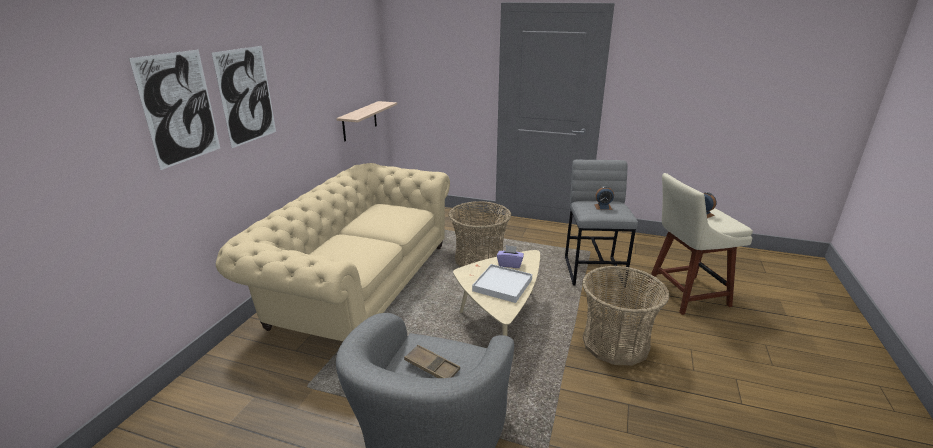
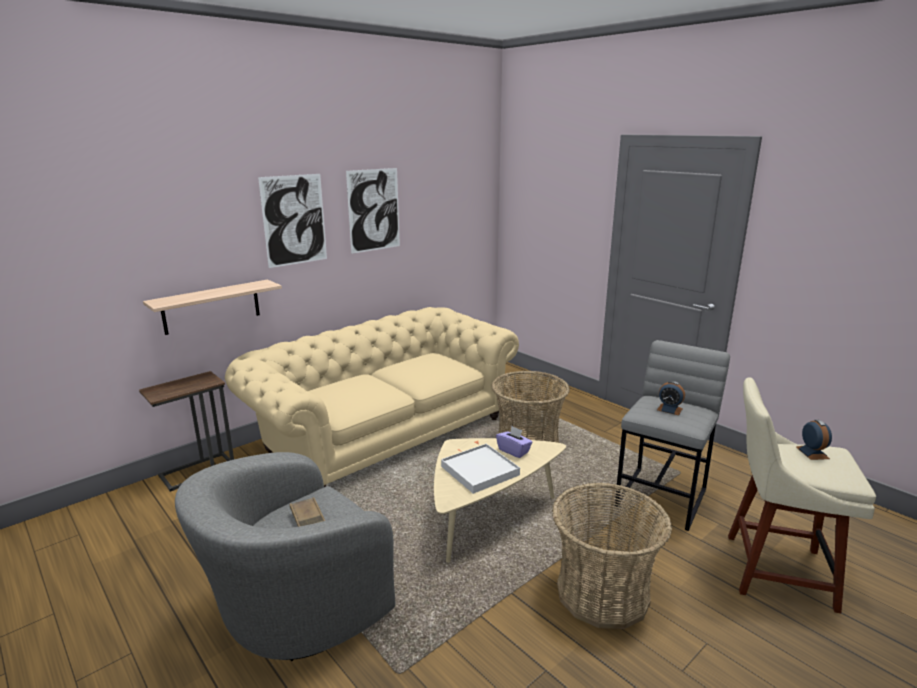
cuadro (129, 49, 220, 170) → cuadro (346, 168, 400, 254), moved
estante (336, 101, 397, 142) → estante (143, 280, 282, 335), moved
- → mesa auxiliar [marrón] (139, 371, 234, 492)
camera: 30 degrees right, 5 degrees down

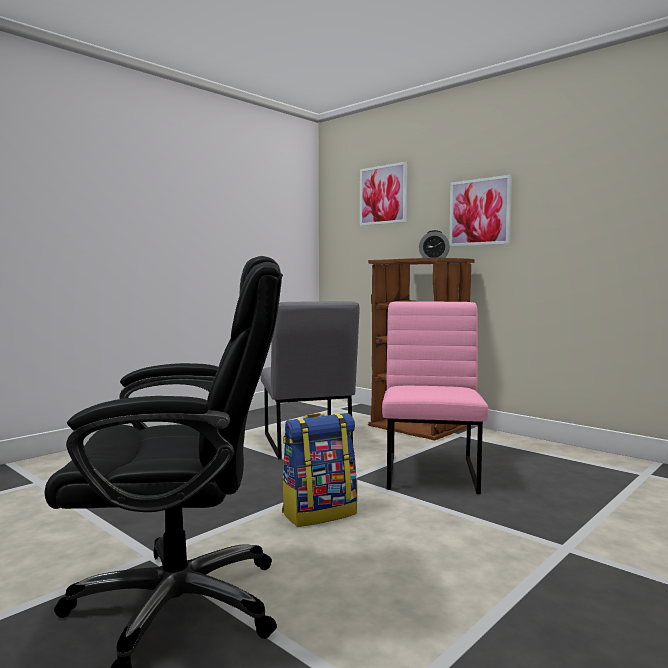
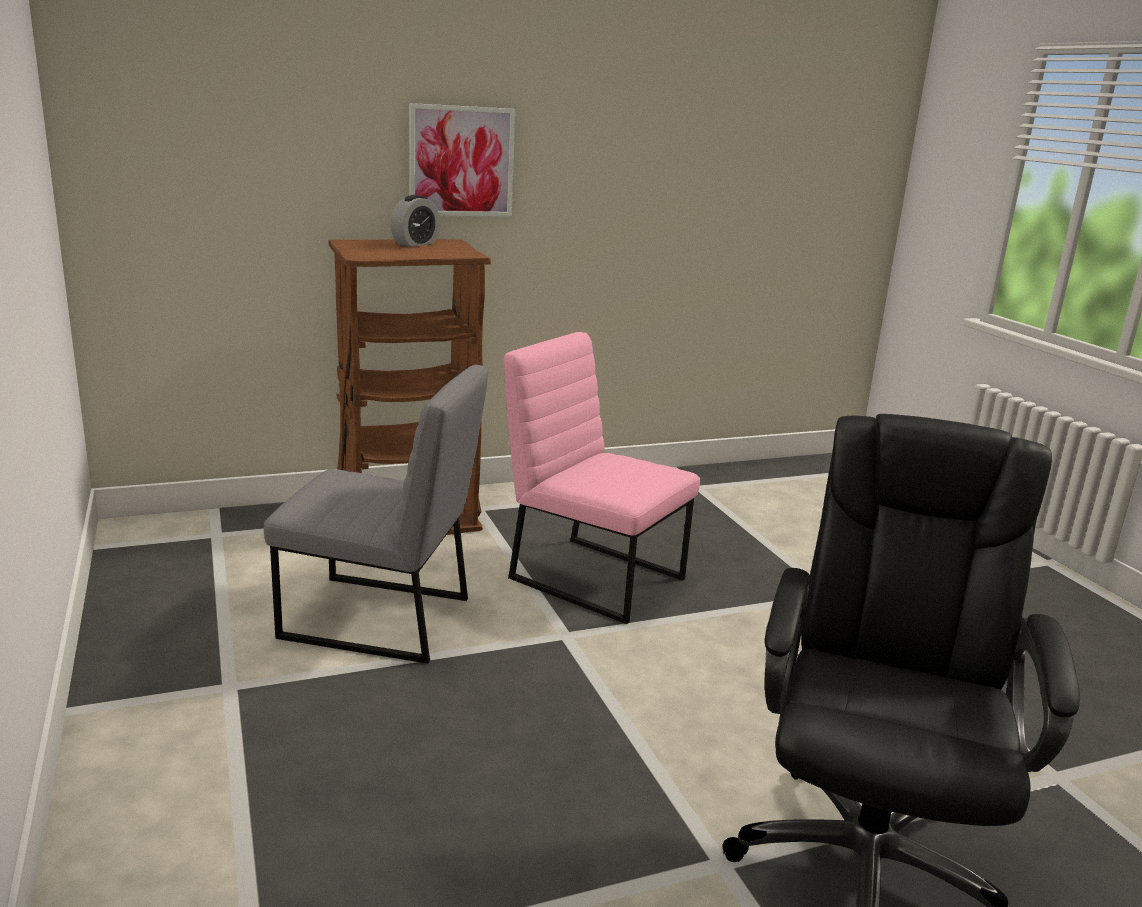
mochila (282, 413, 357, 527) → -
cuadro (360, 162, 407, 226) → -
camera: 65 degrees left, 15 degrees up

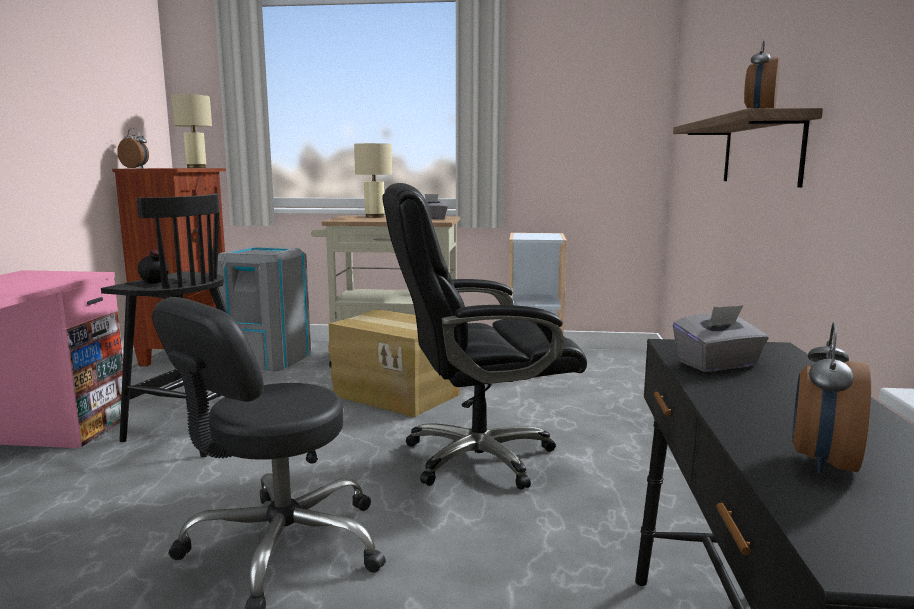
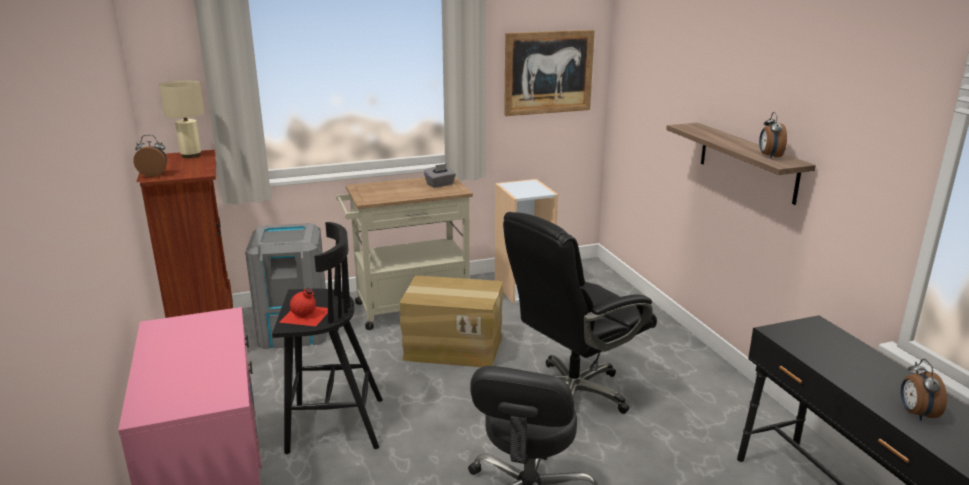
botella [negro] (124, 249, 185, 288) → botella [rojo] (279, 288, 328, 326)
lámpara de mesa [beis] (354, 143, 392, 218) → -
caja de pañuelos [gris] (673, 305, 769, 372) → -
- → cuadro (504, 30, 595, 116)
camera: 25 degrees left, 10 degrees up

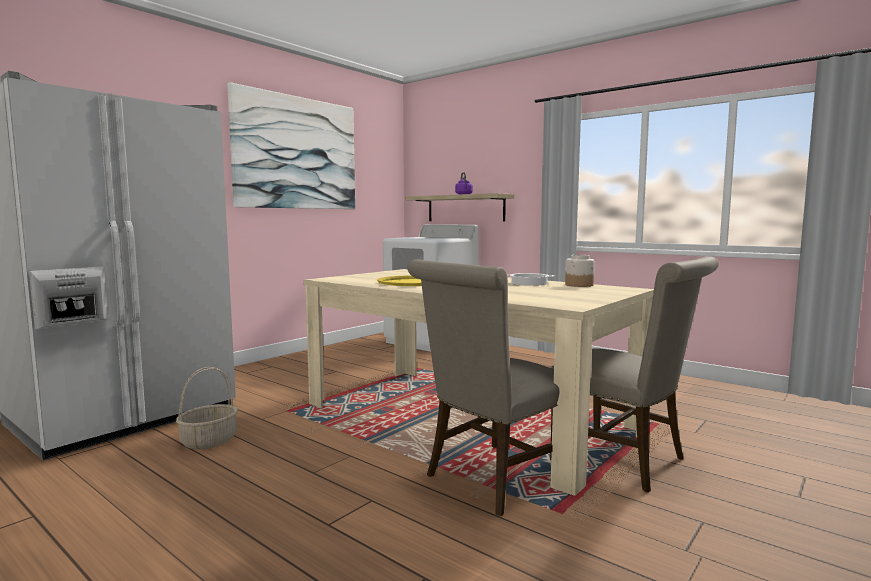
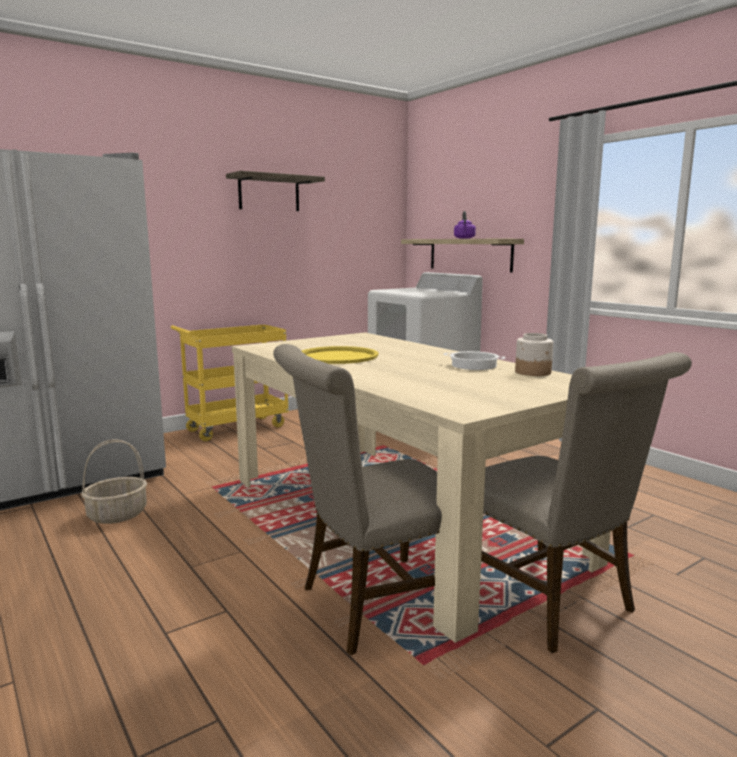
cuadro (227, 82, 355, 209) → estante (226, 171, 325, 211)
- → carrito [amarillo] (171, 325, 288, 441)
camera: 15 degrees right, 5 degrees up

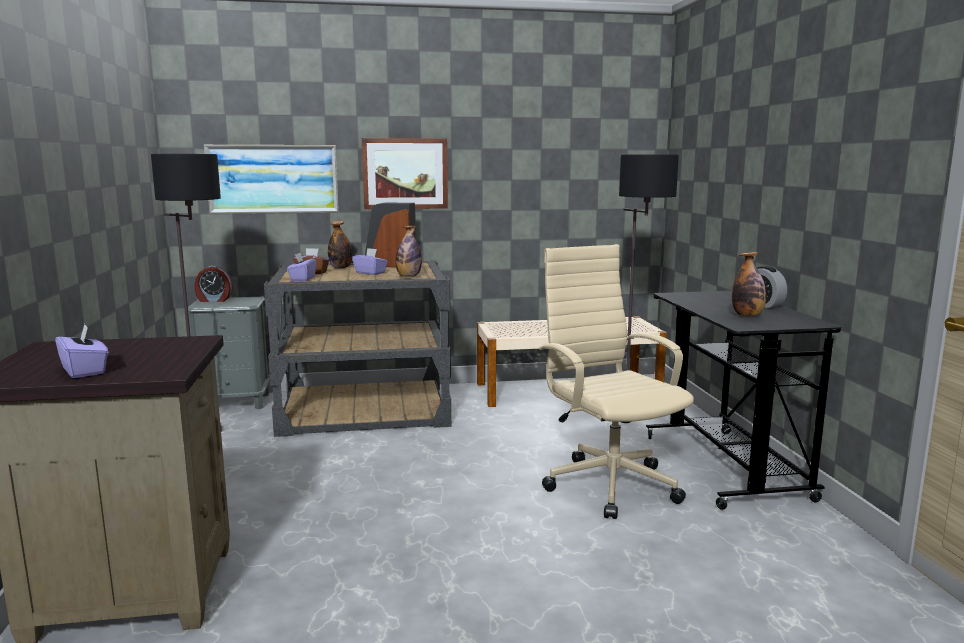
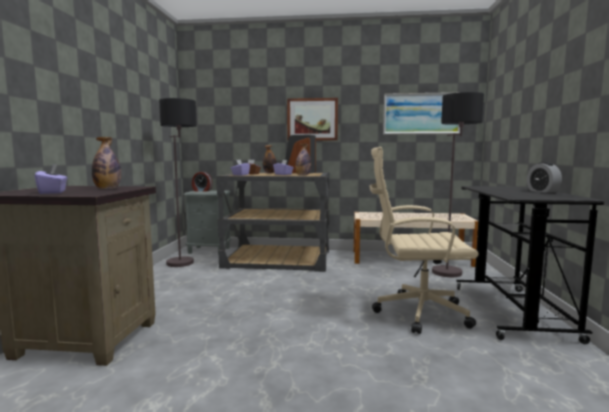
cuadro (204, 145, 339, 214) → cuadro (383, 92, 460, 134), moved
silla de oficina [beis] (539, 244, 694, 519) → silla de oficina [beis] (369, 147, 478, 334), 75 degrees counterclockwise
botella (732, 252, 766, 316) → botella (92, 137, 121, 189), moved
camera: 15 degrees right, 5 degrees down

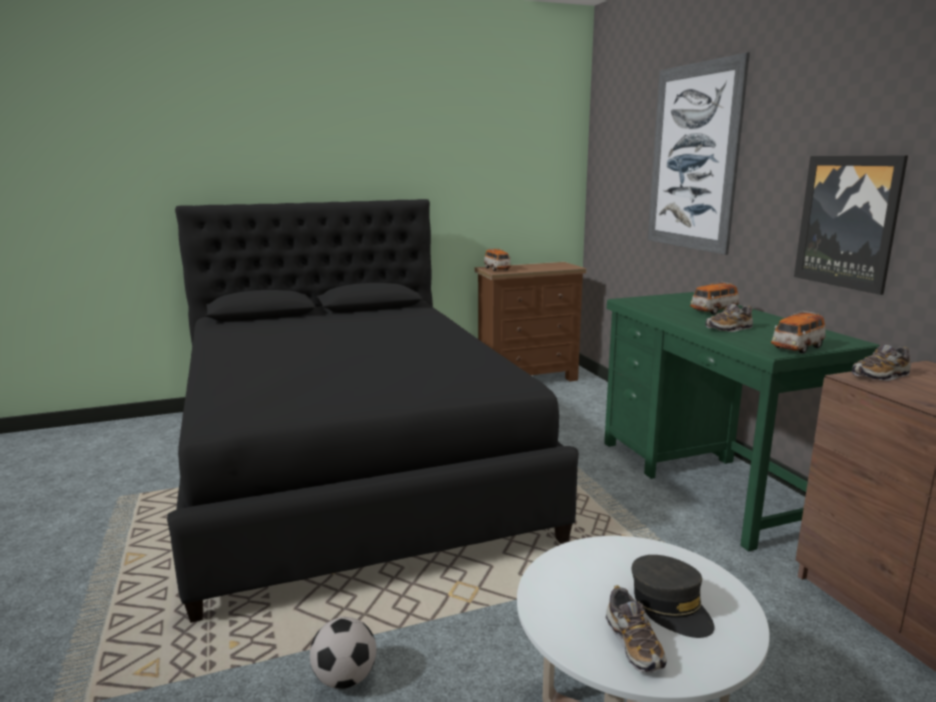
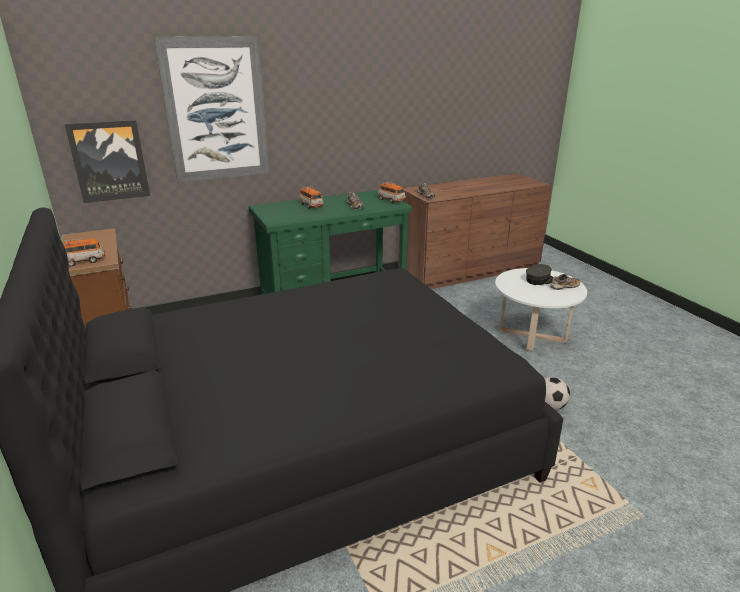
cuadro (794, 155, 908, 295) → cuadro (65, 120, 150, 203), moved
camera: 95 degrees left, 10 degrees up

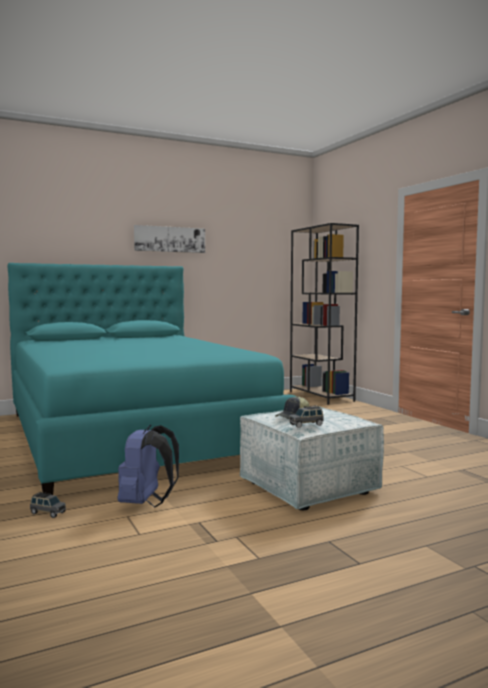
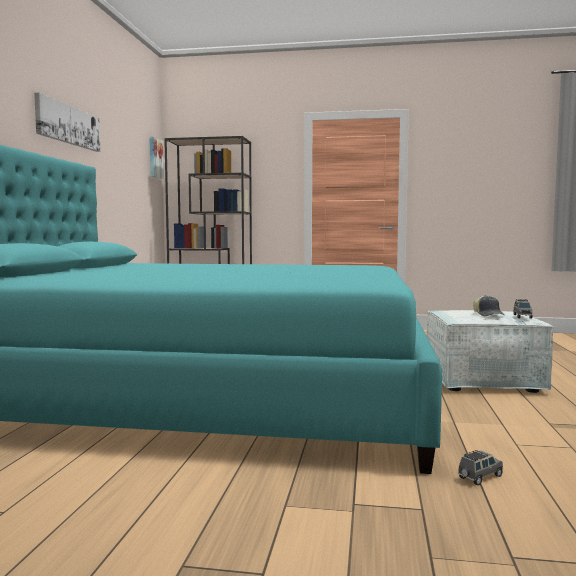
mochila [azul] (117, 424, 179, 507) → -
- → cuadro (149, 136, 164, 179)
camera: 55 degrees left, 0 degrees up

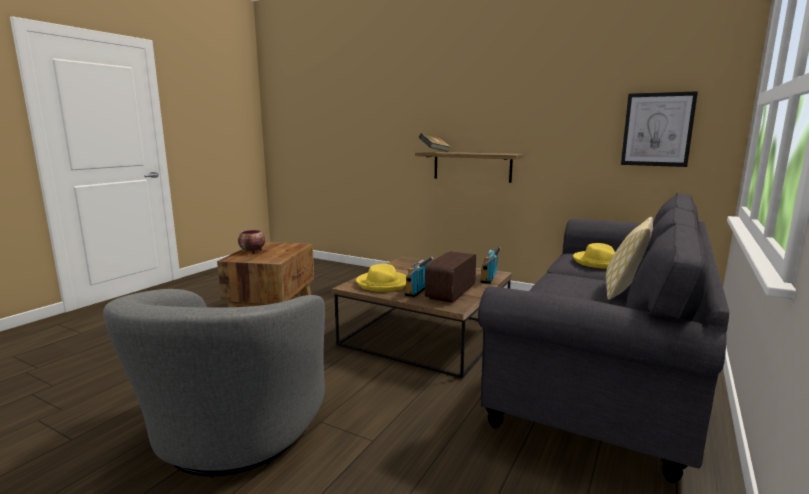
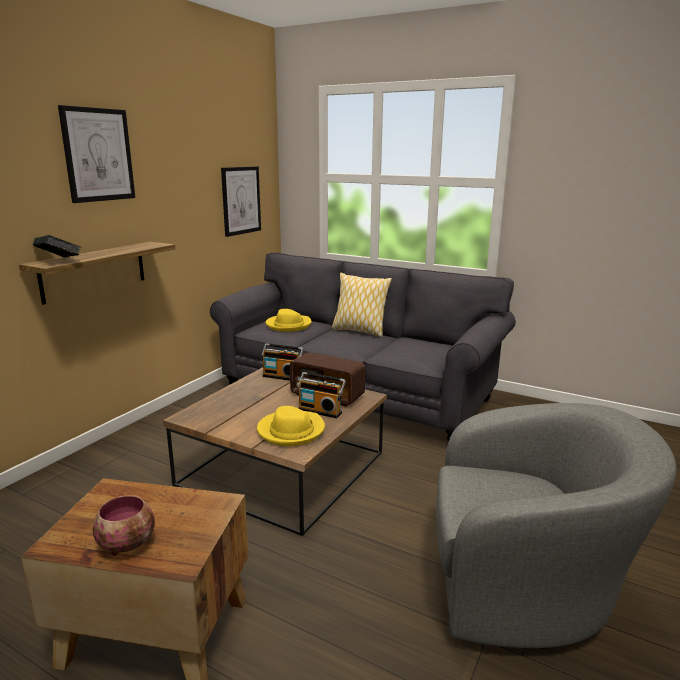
- → cuadro (58, 105, 135, 203)
camera: 90 degrees left, 5 degrees up

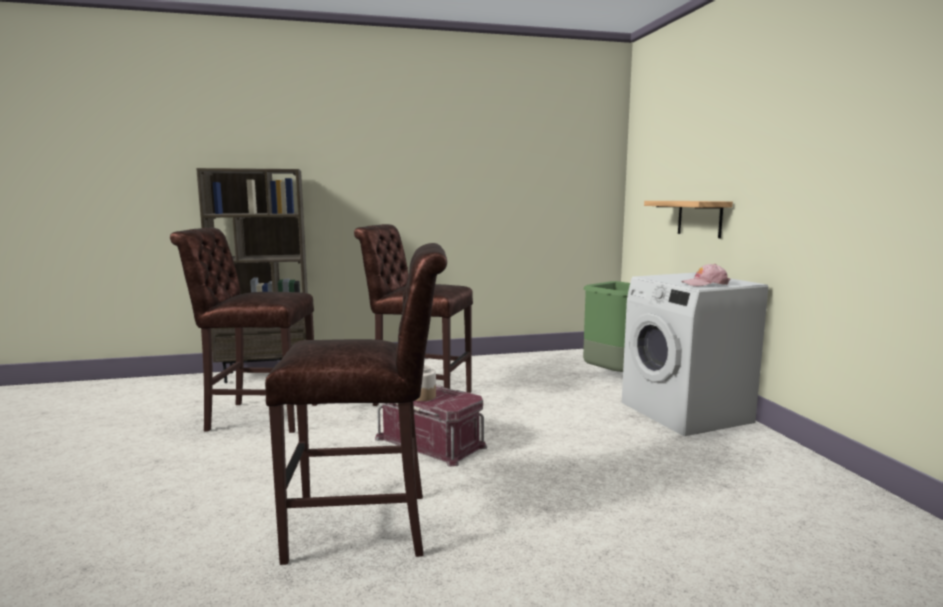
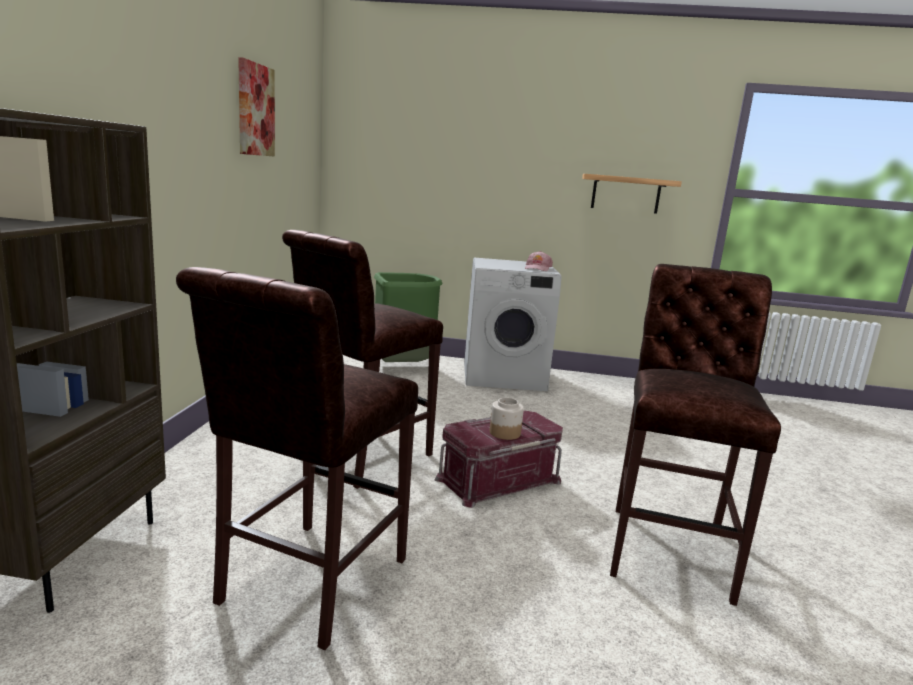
estante (644, 201, 733, 238) → estante (582, 174, 682, 214), moved
- → cuadro (238, 57, 275, 157)
camera: 70 degrees left, 5 degrees up

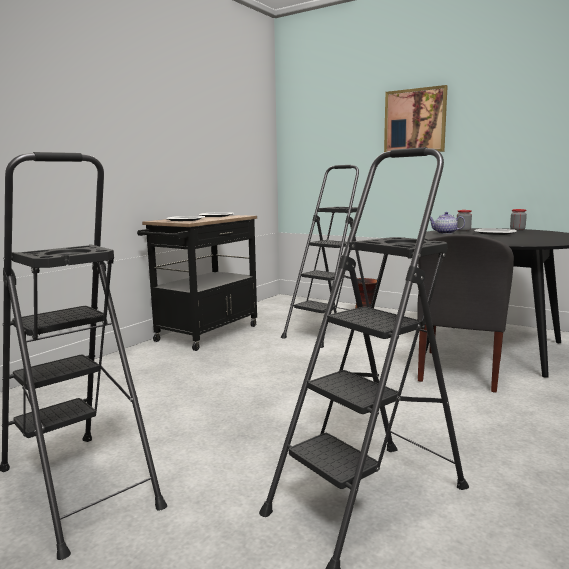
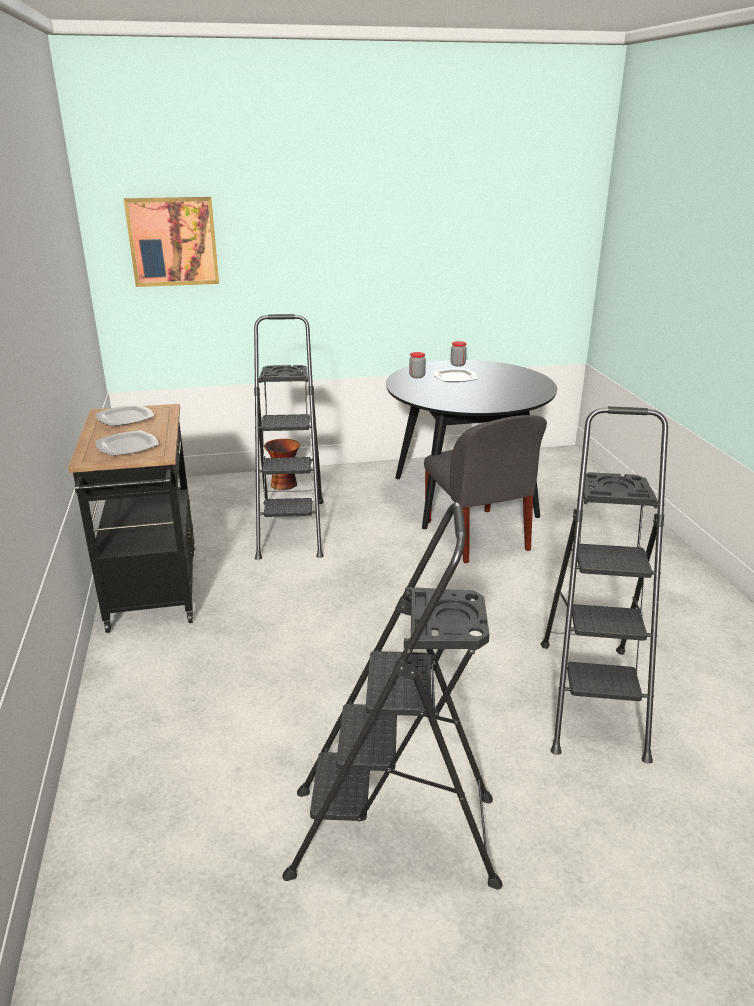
cuadro (384, 85, 448, 152) → cuadro (124, 197, 219, 287), moved
tetera (430, 212, 465, 234) → -
camera: 45 degrees left, 15 degrees up

